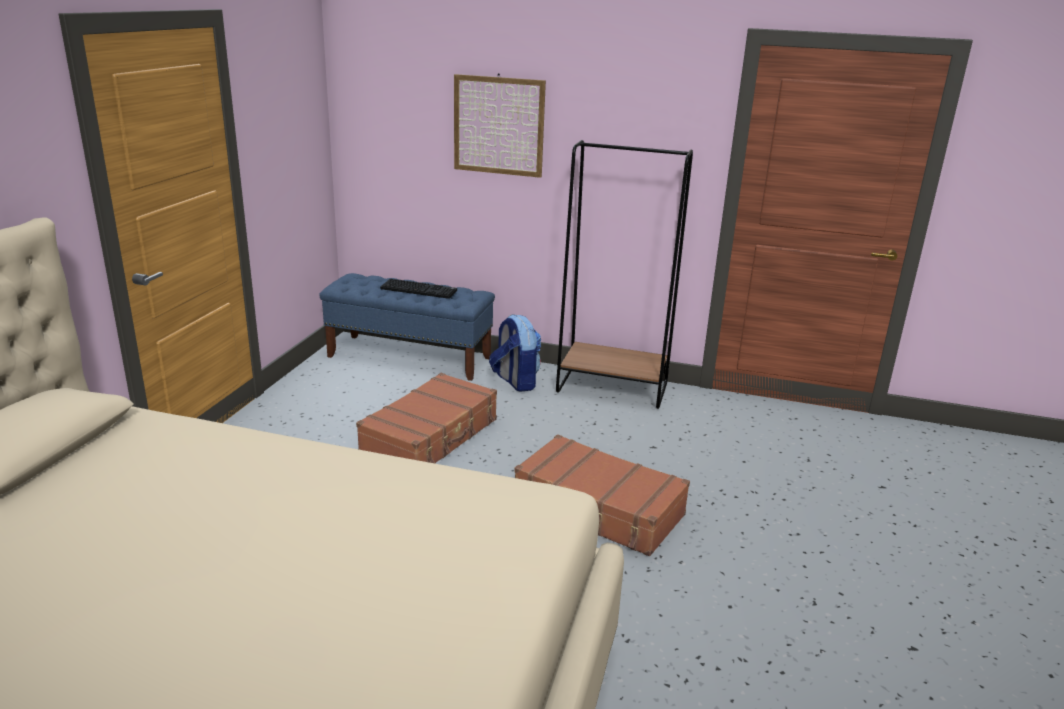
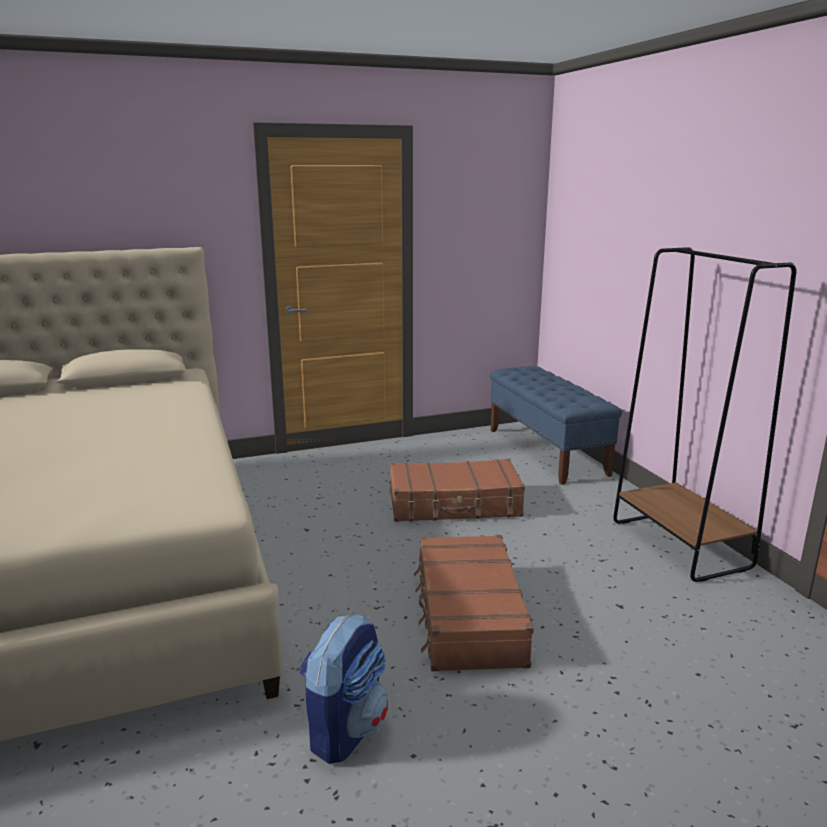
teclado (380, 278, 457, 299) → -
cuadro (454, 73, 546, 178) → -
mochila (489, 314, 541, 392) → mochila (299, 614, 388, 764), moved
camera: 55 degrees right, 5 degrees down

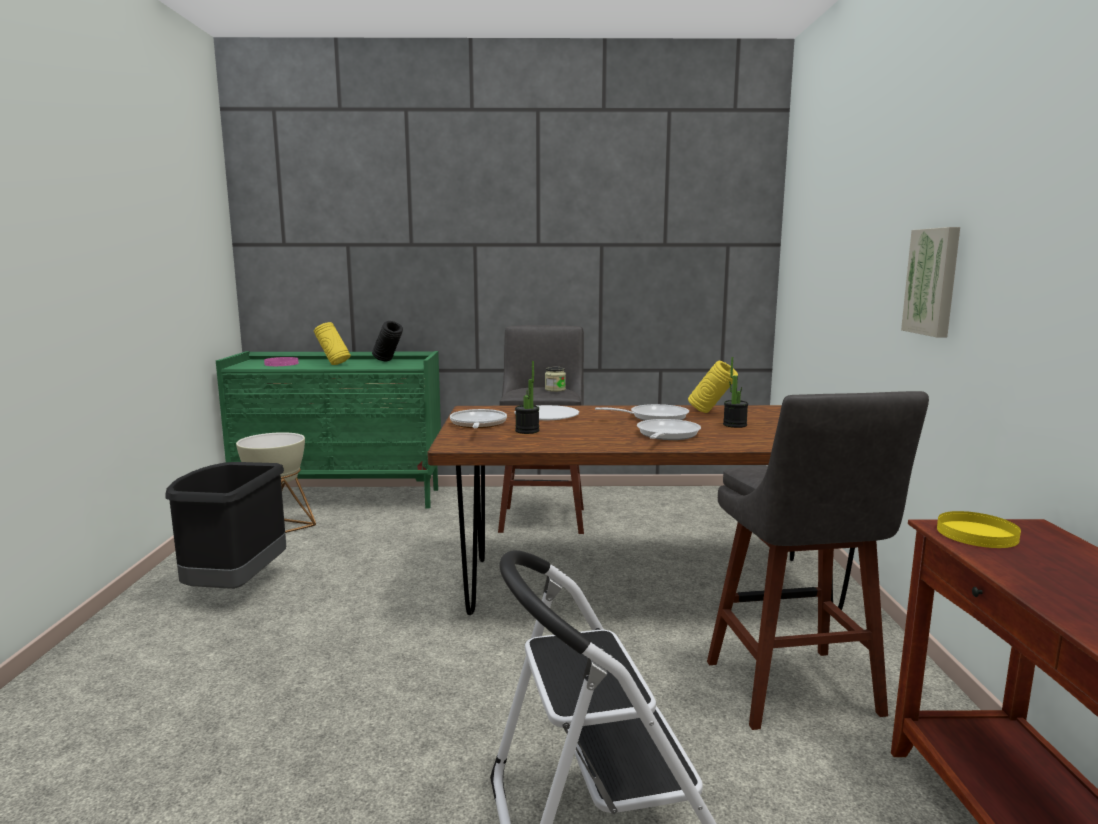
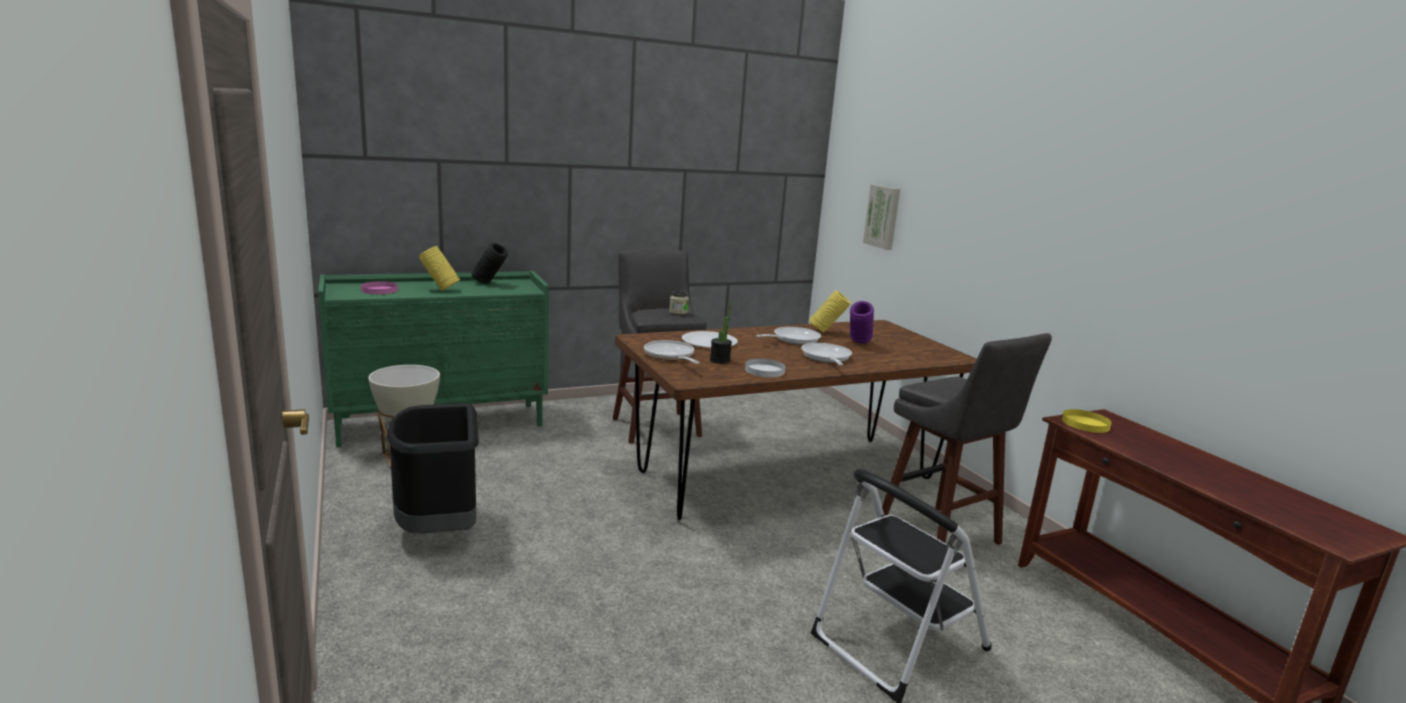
planta en maceta (723, 357, 748, 428) → florero [morado] (850, 301, 874, 344)
cuadro (901, 227, 960, 337) → cuadro (863, 184, 900, 250), moved
- → plato [blanco] (745, 359, 785, 377)
camera: 25 degrees left, 5 degrees up

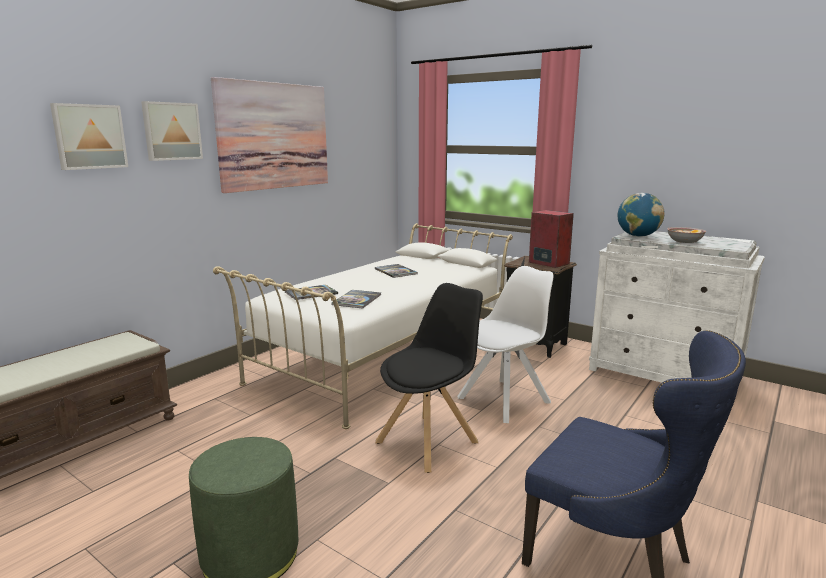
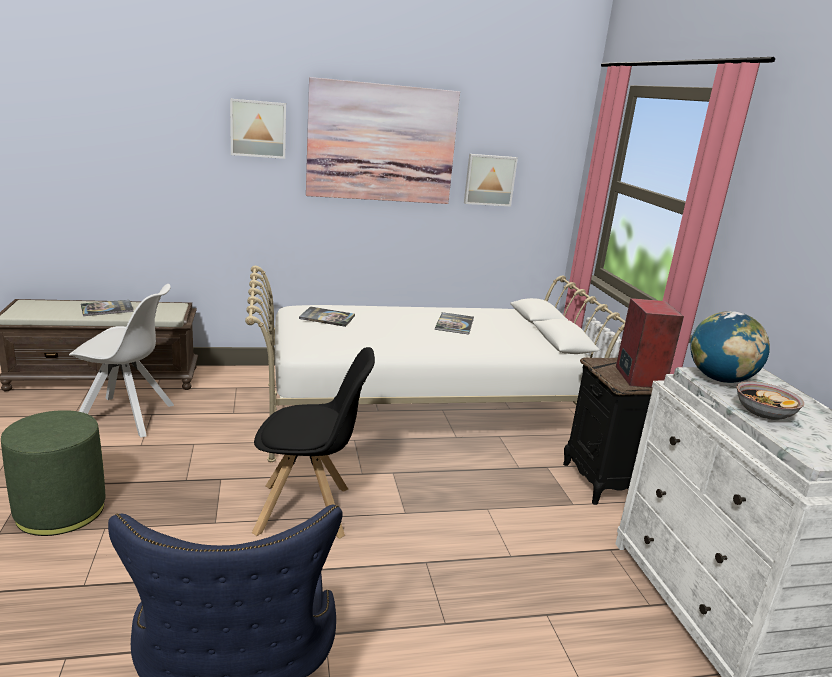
cuadro (50, 103, 128, 170) → cuadro (464, 154, 518, 207), moved
libro (331, 290, 381, 309) → libro (81, 300, 134, 316), moved
silla [blanco] (457, 266, 553, 423) → silla [blanco] (69, 284, 174, 438), moved
camera: 40 degrees right, 5 degrees up

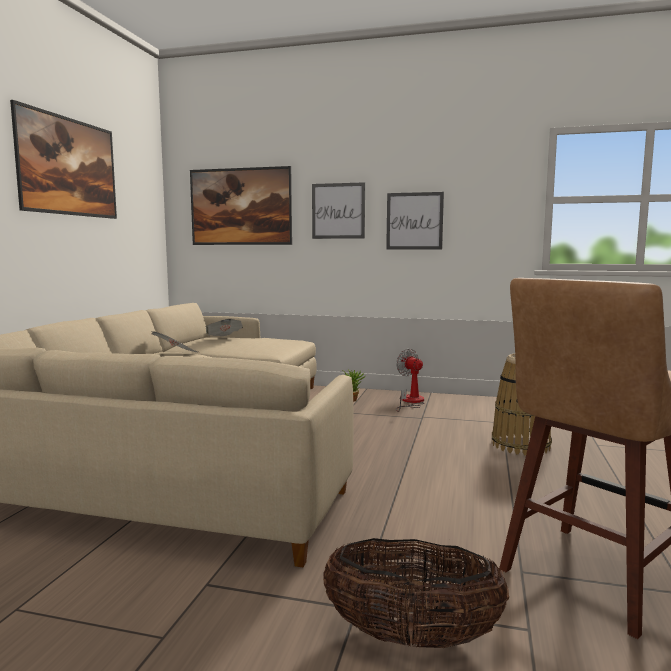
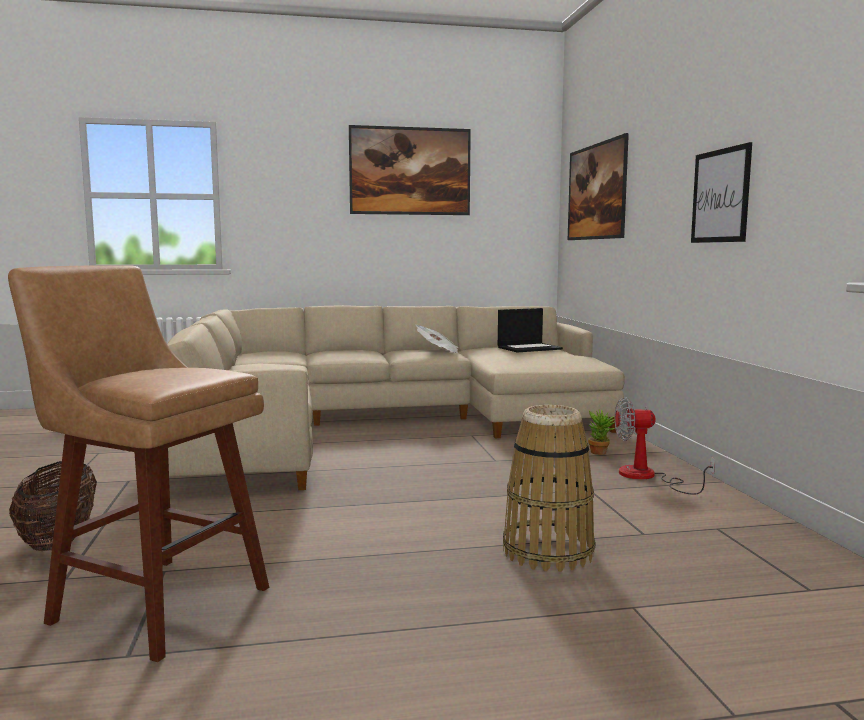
periódico (206, 319, 243, 336) → portátil (498, 308, 563, 352)
cuadro (312, 182, 365, 239) → -
ventilador (396, 349, 424, 412) → ventilador (615, 397, 715, 495), 120 degrees counterclockwise
camera: 65 degrees right, 0 degrees up

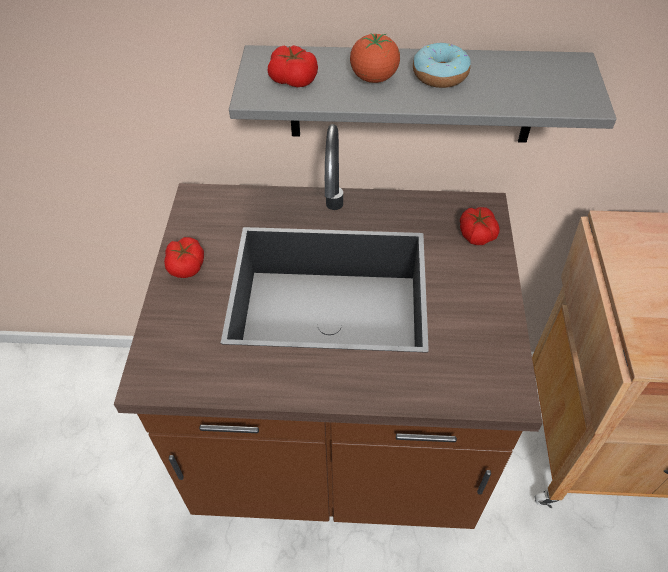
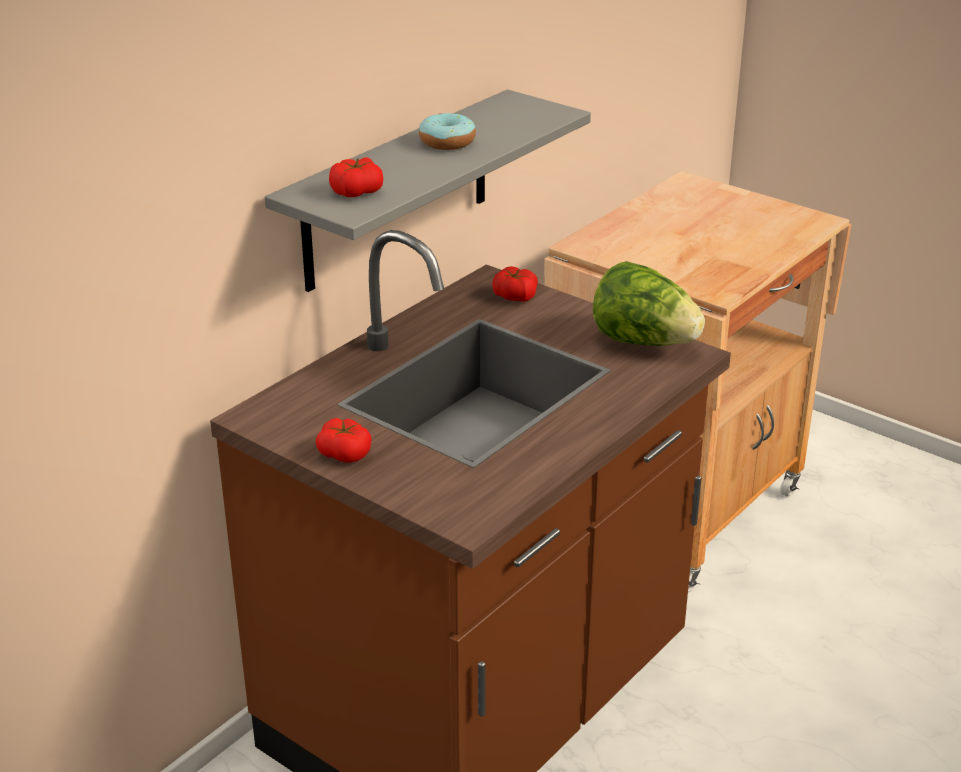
tomate (350, 33, 400, 83) → -
- → lechuga (593, 261, 705, 346)
camera: 55 degrees left, 20 degrees down

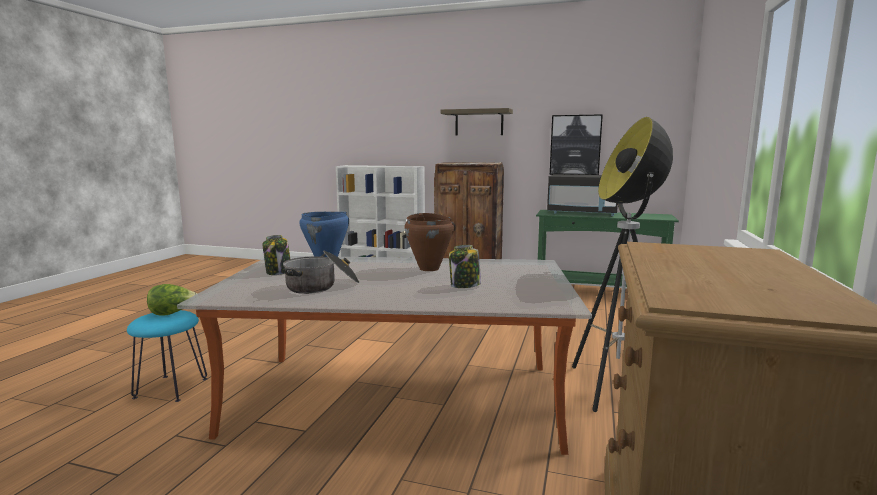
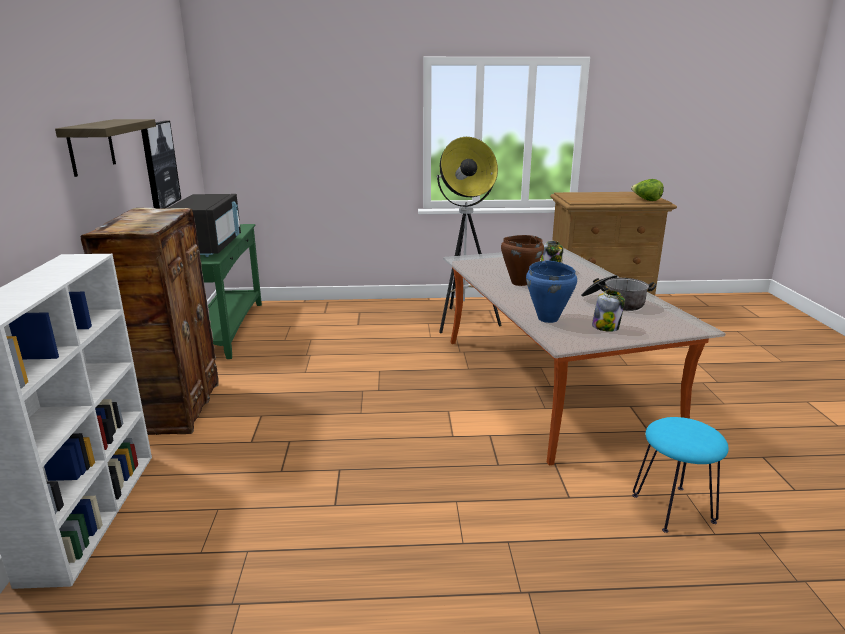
lechuga (147, 284, 198, 316) → lechuga (631, 179, 664, 201), moved
camera: 110 degrees left, 10 degrees up

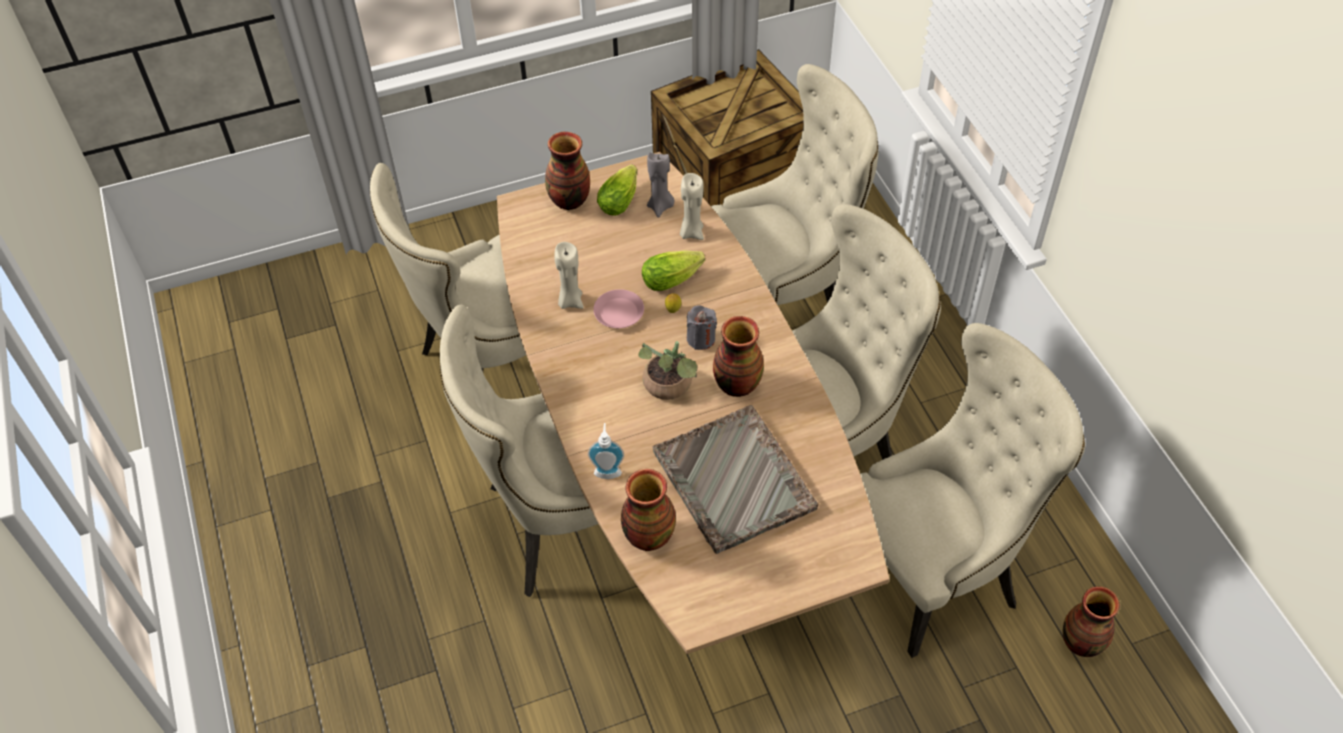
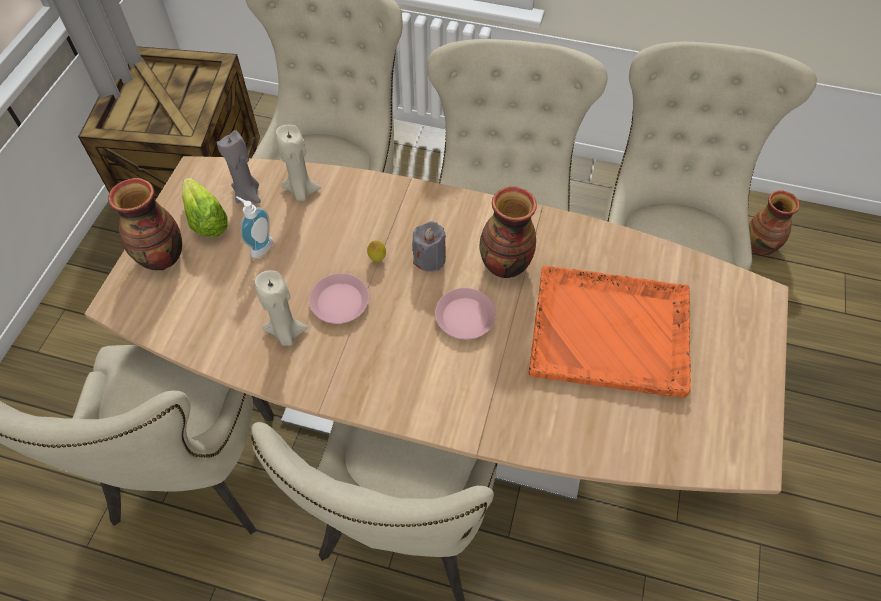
dispensador de jabón (588, 423, 624, 479) → dispensador de jabón (236, 196, 273, 258), moved
florero (621, 469, 676, 551) → -
planta en maceta (638, 341, 698, 400) → plato [rosa] (435, 288, 496, 340)
lechuga (642, 250, 705, 291) → -
bandeja [gris] (653, 405, 819, 554) → bandeja [naranja] (528, 266, 691, 398)
camera: 55 degrees left, 5 degrees up

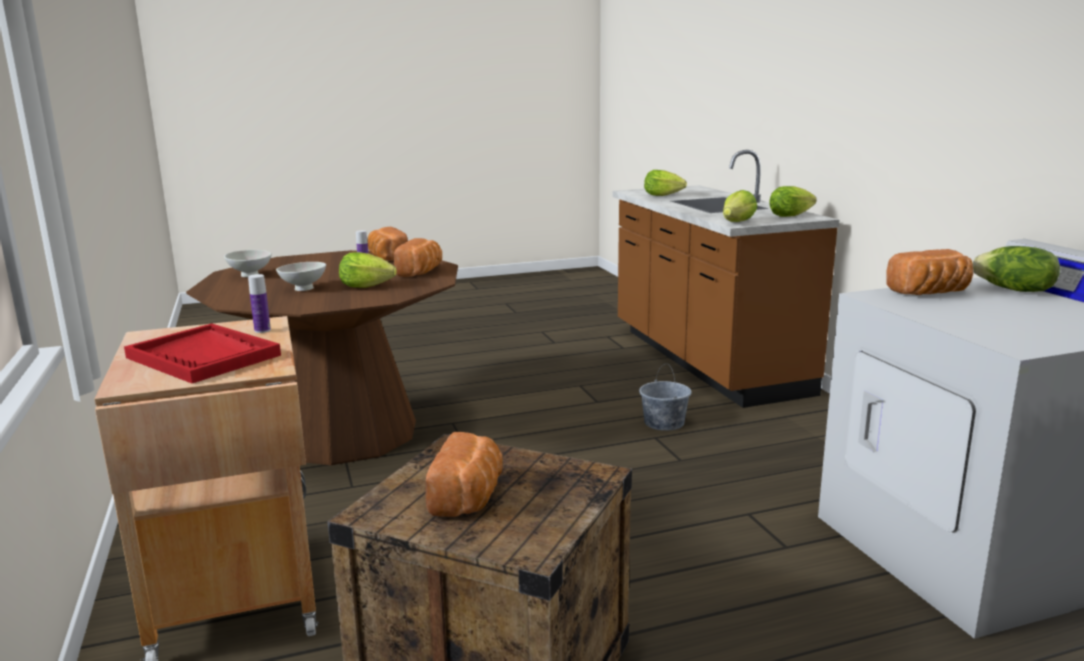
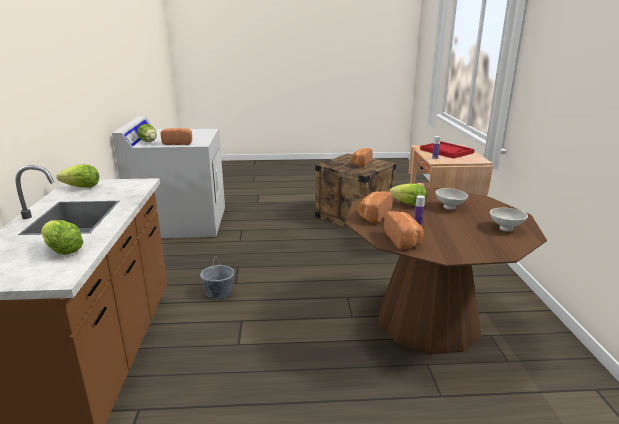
lechuga (723, 190, 757, 222) → -
camera: 165 degrees left, 5 degrees up

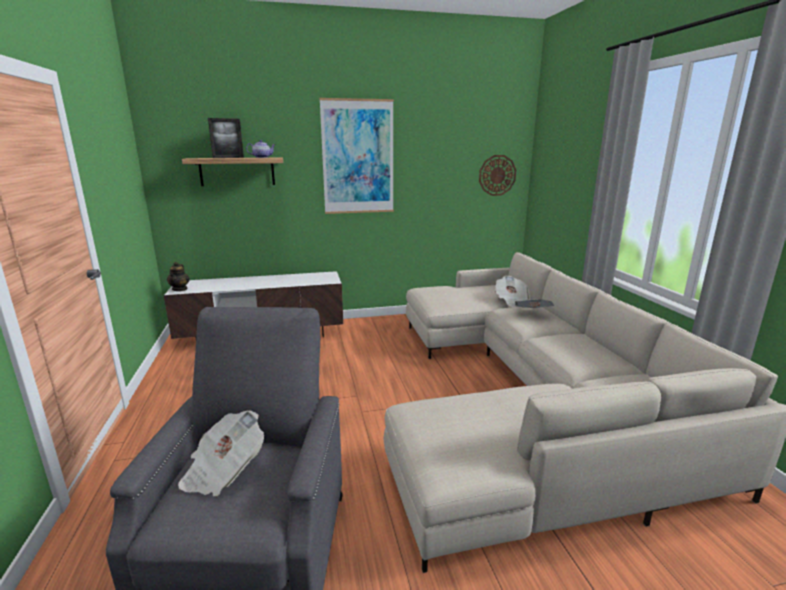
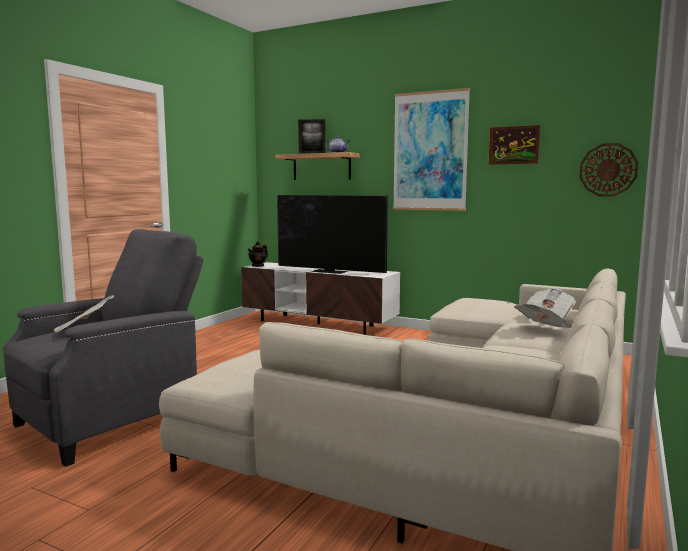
- → televisor (277, 195, 388, 274)
- → cuadro (489, 125, 540, 164)
camera: 40 degrees right, 10 degrees down

